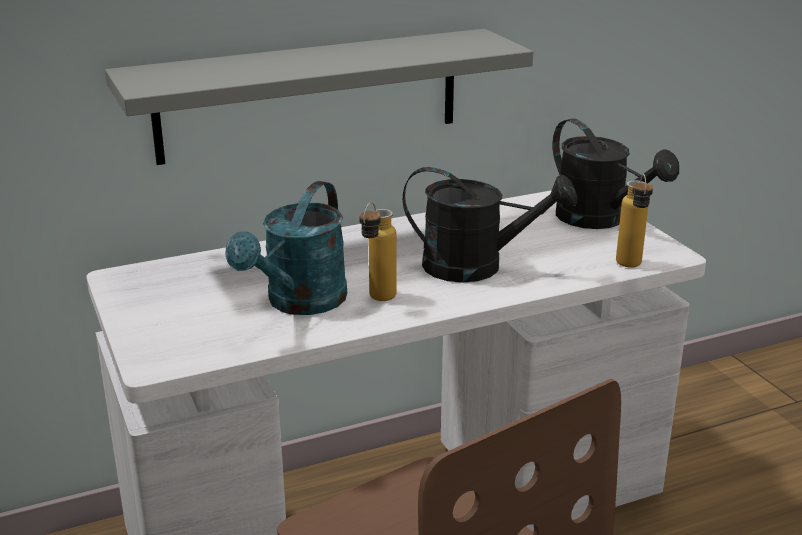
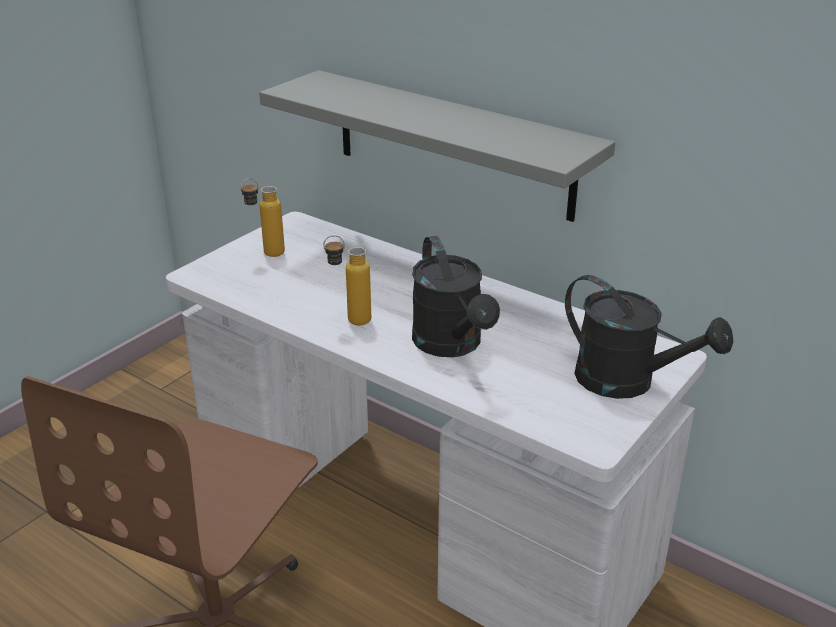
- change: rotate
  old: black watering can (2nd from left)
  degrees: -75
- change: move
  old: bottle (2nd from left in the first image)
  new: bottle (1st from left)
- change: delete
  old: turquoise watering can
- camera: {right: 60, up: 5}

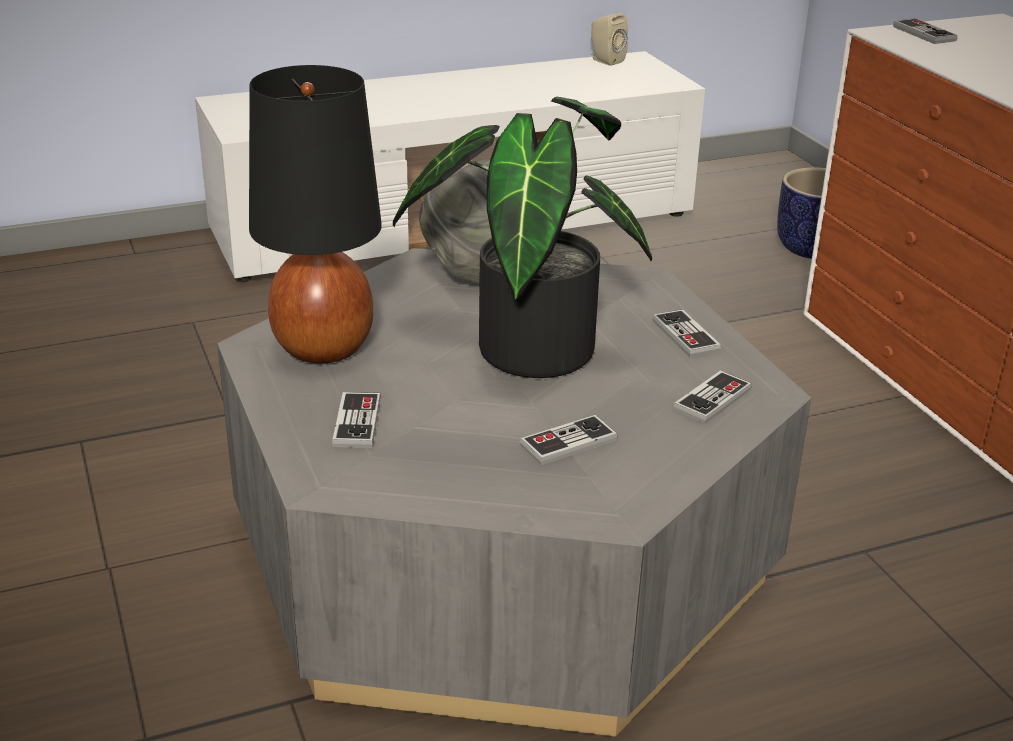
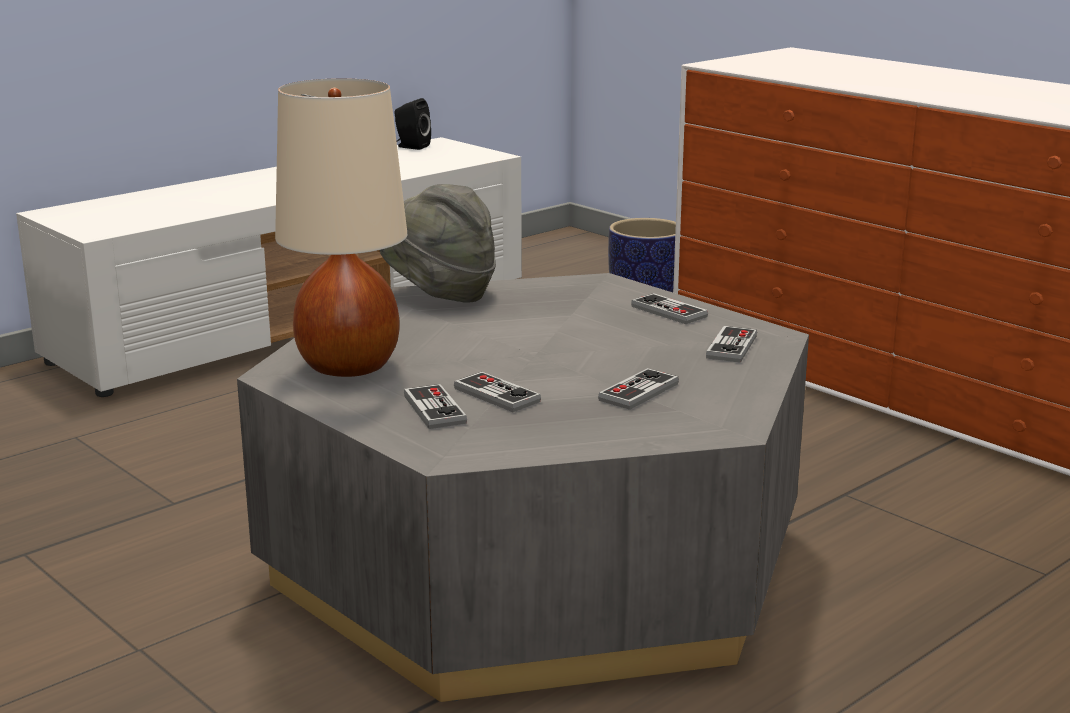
- change: recolor
  old: beige speaker
  new: black speaker
- change: move
  old: game controller (5th from left in the first image)
  new: game controller (2nd from left)
- change: recolor
  old: black table lamp
  new: beige table lamp
- change: delete
  old: potted plant
- camera: {right: -20, up: -10}

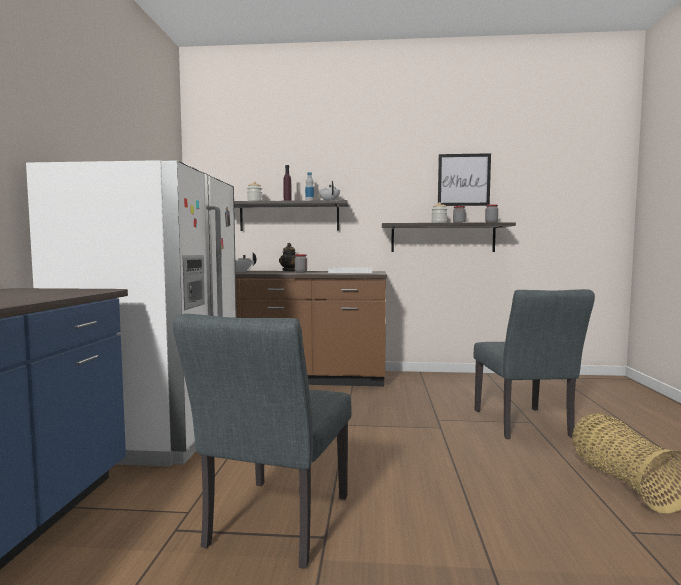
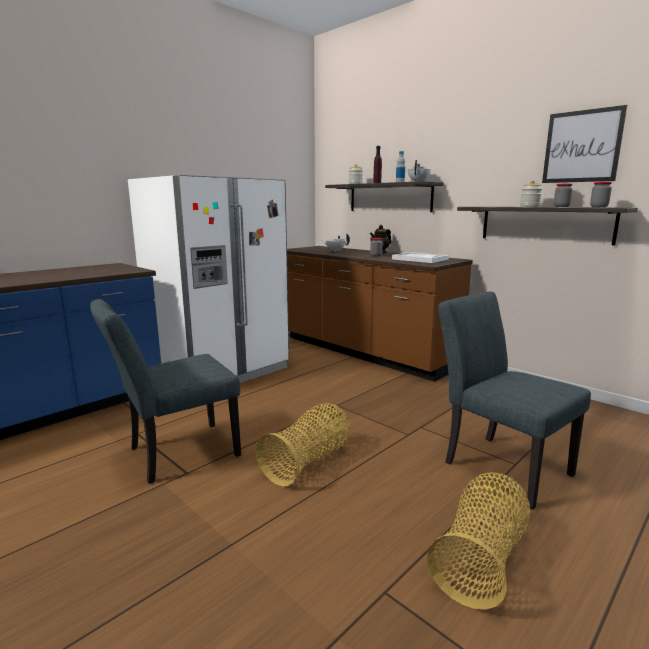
- change: rotate
  old: grey chair (2nd from left)
  degrees: 105
- change: insert
  new: basket (1st from left)
- camera: {right: 40, up: 10}

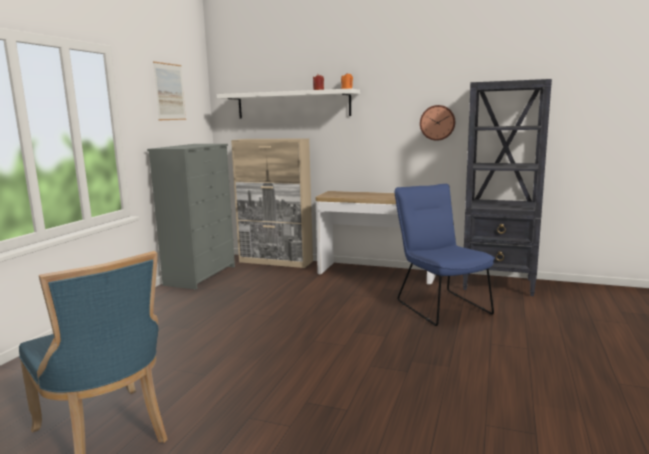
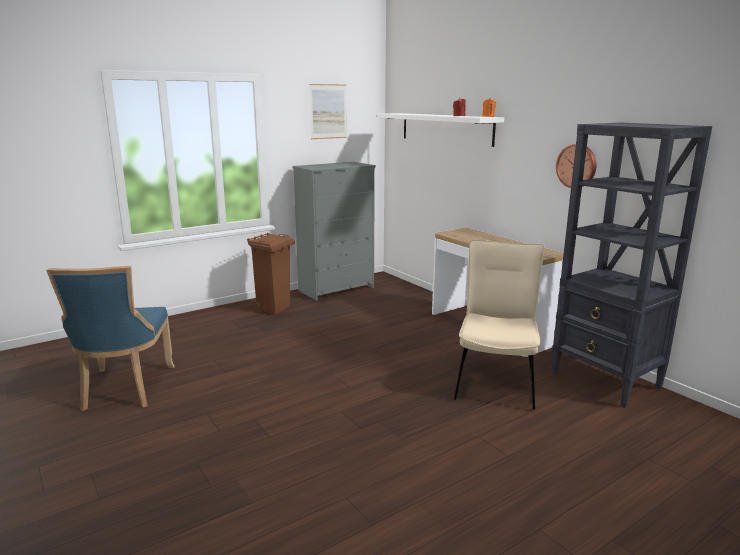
- change: delete
  old: beige cabinet
- change: recolor
  old: blue chair (2nd from left)
  new: beige chair
- change: insert
  new: brown trash can
- camera: {right: 35, up: 5}

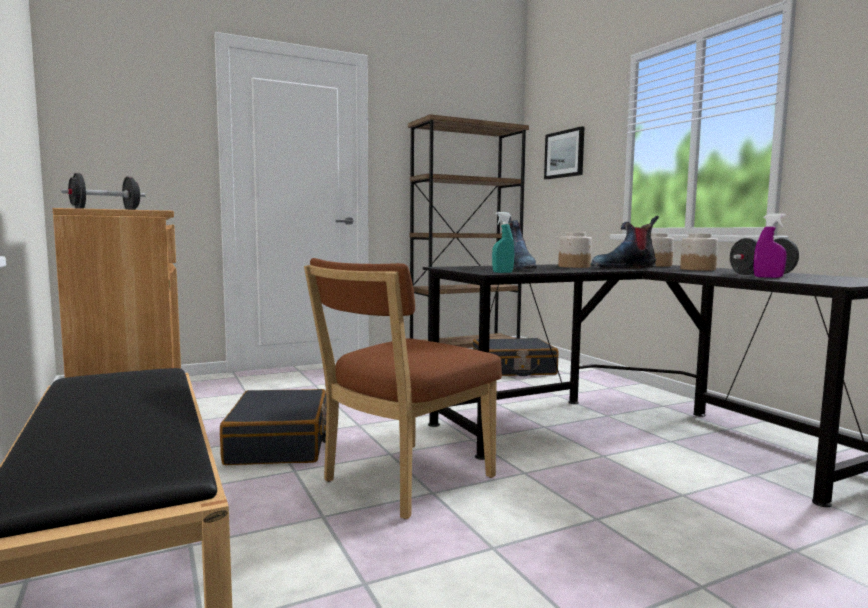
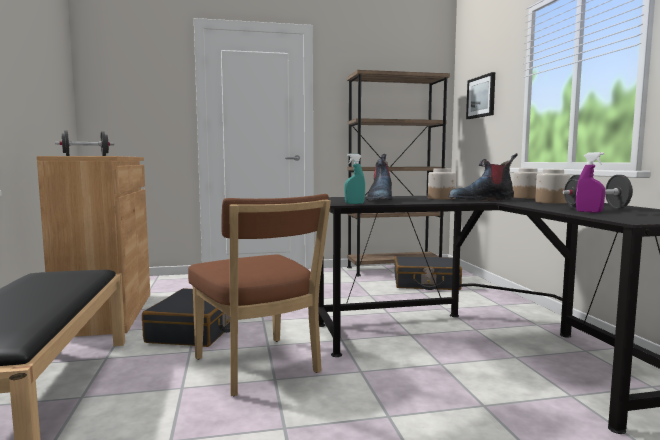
- change: rotate
  old: brown chair
  degrees: -90
- camera: {right: 15, up: 0}

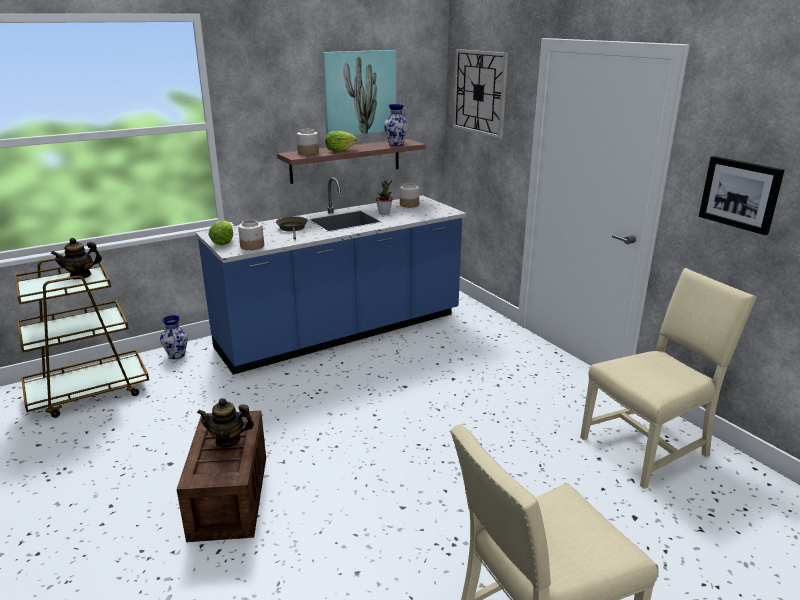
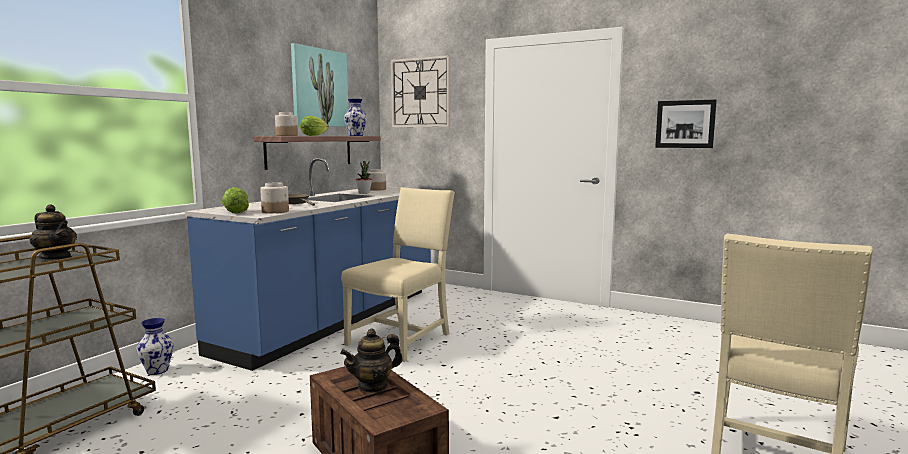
- change: rotate
  old: teapot (1st from left)
  degrees: -90
- change: move
  old: beige chair (2nd from left in the first image)
  new: beige chair (1st from left)
- camera: {right: -30, up: -15}

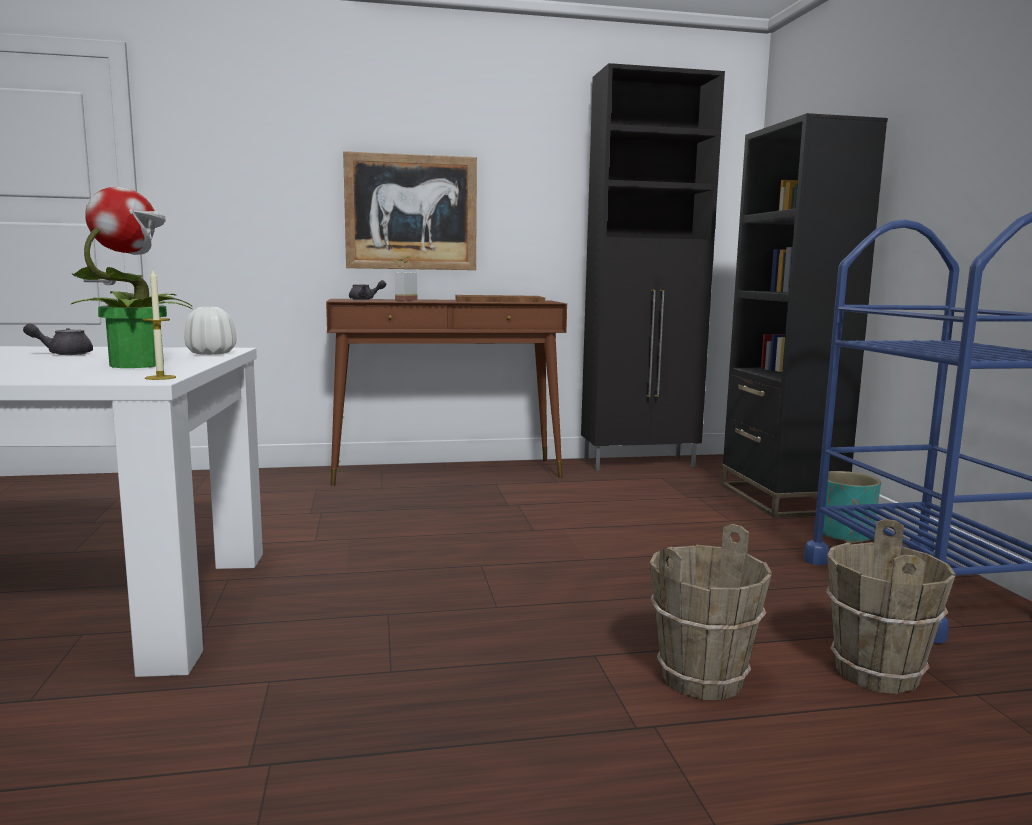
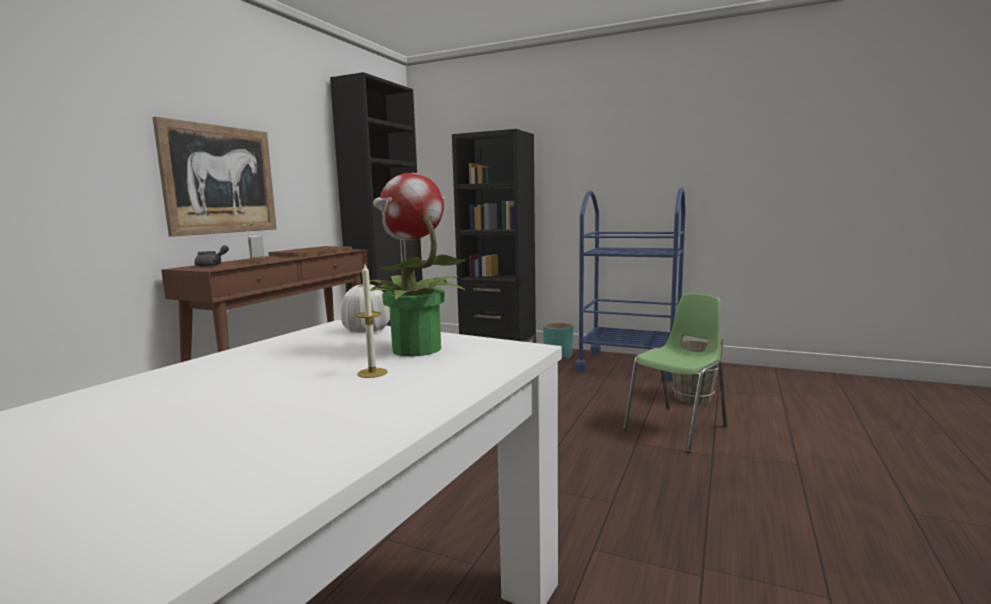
- change: move
  old: candle
- change: delete
  old: grey teapot (1st from left)
- change: replace
  old: brown bucket (1st from left)
  new: green chair
- camera: {right: -55, up: 0}

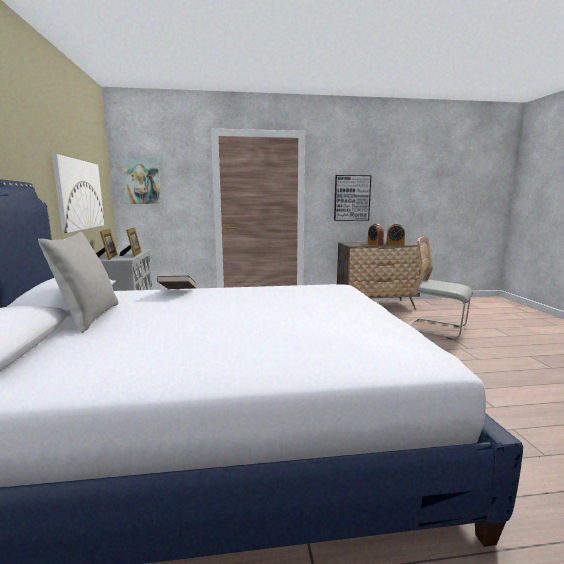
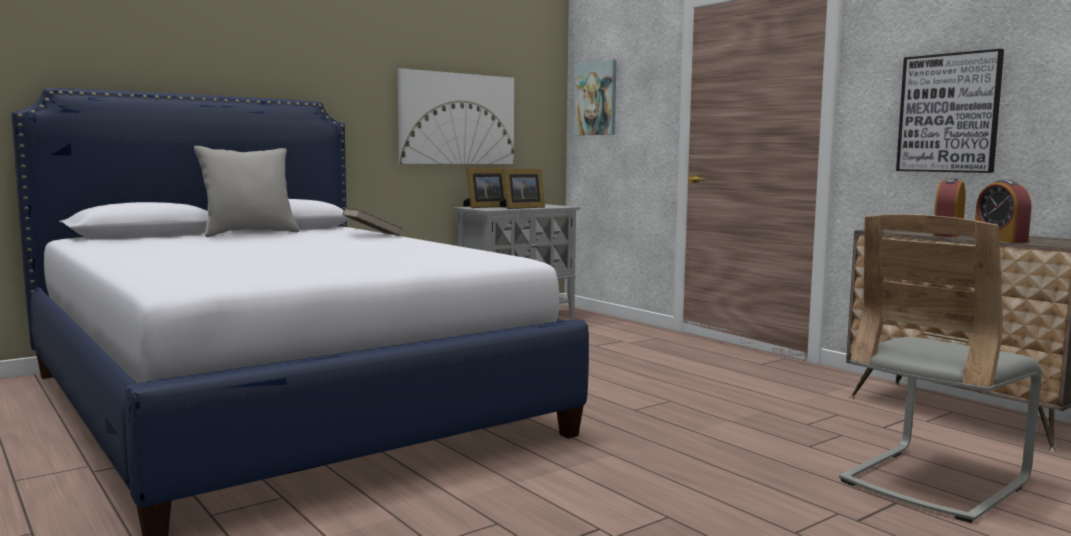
- change: rotate
  old: grey chair
  degrees: -135
- camera: {right: 60, up: -5}

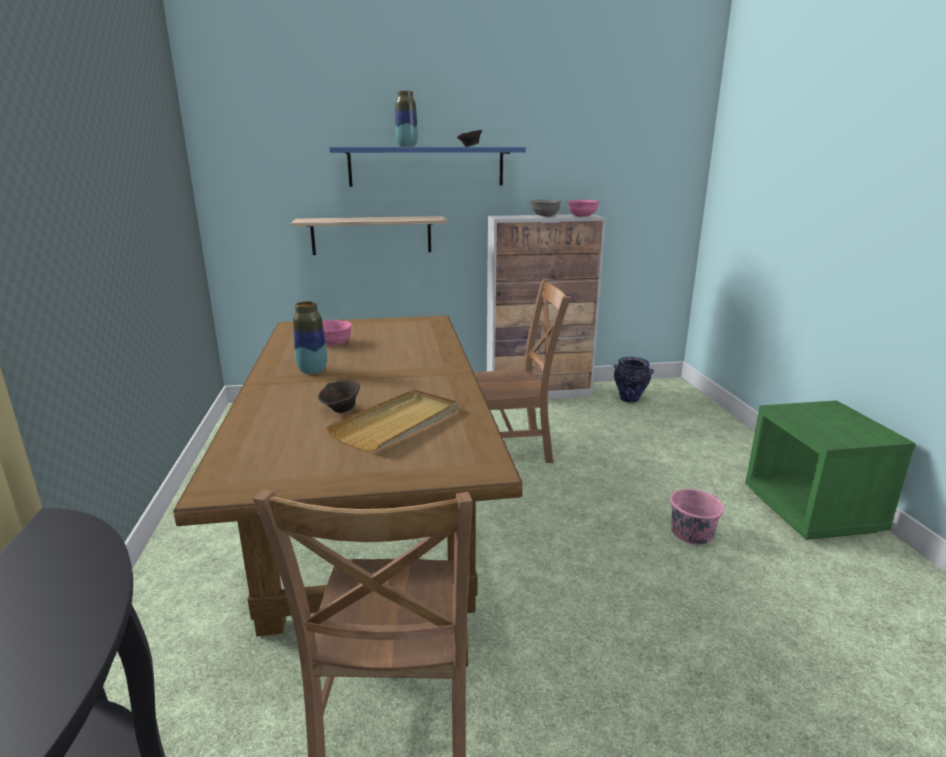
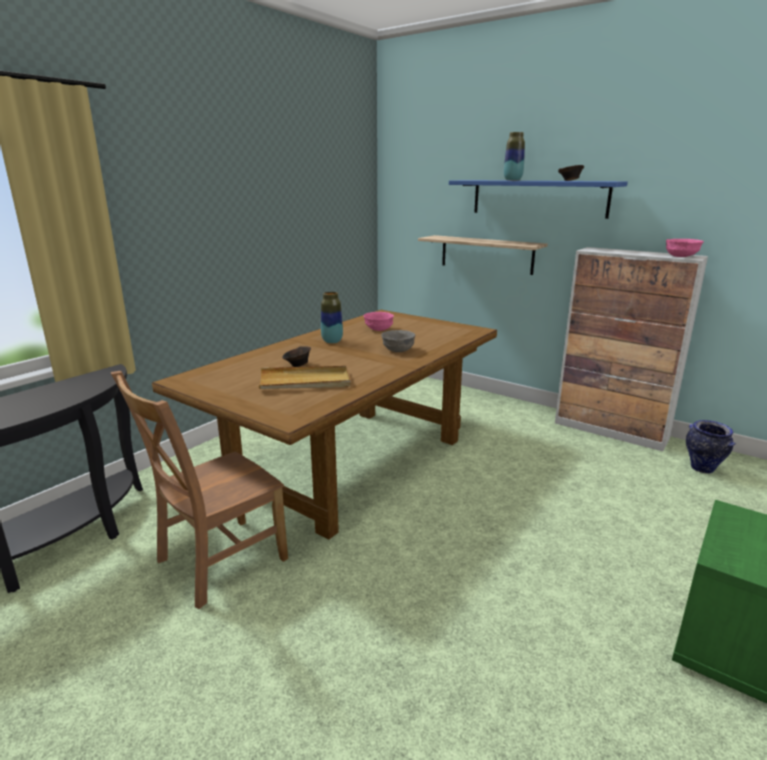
- change: move
  old: grey bowl
- change: delete
  old: brown chair (2nd from left)
- change: delete
  old: pink bucket
- camera: {right: 45, up: 0}

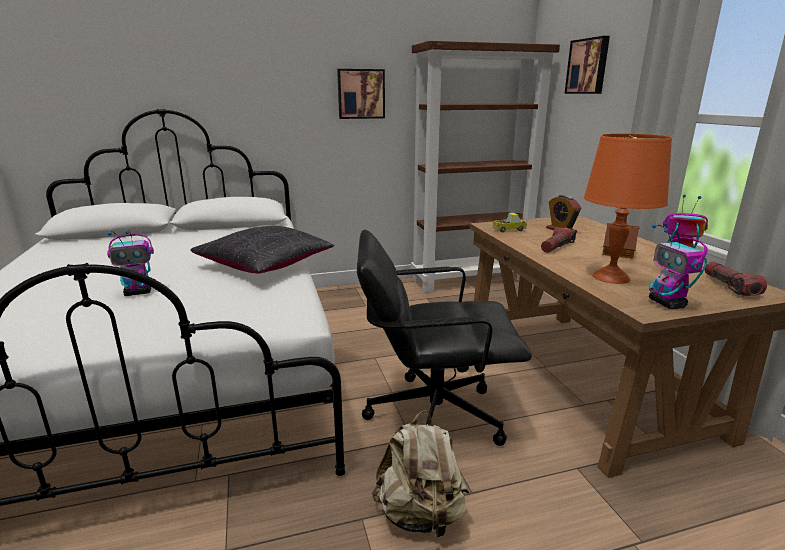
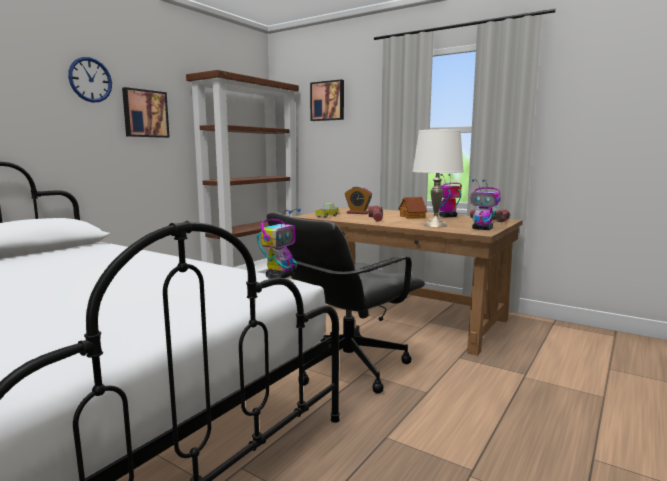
- change: recolor
  old: orange table lamp
  new: white table lamp
- change: delete
  old: black pillow
- change: move
  old: toy robot (1st from left)
- change: delete
  old: beige backpack
- change: insert
  new: wall clock
- camera: {right: -40, up: -10}

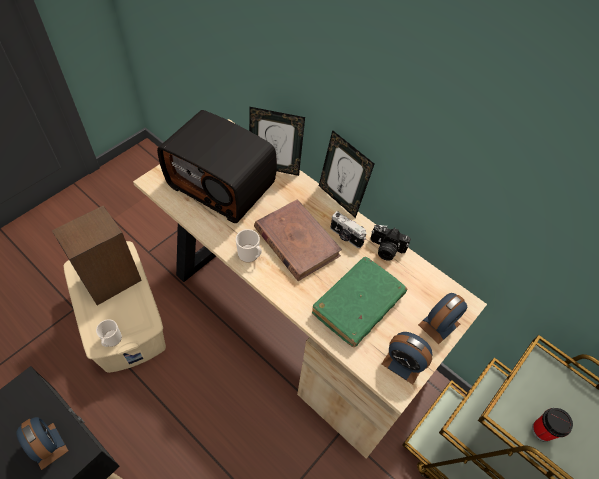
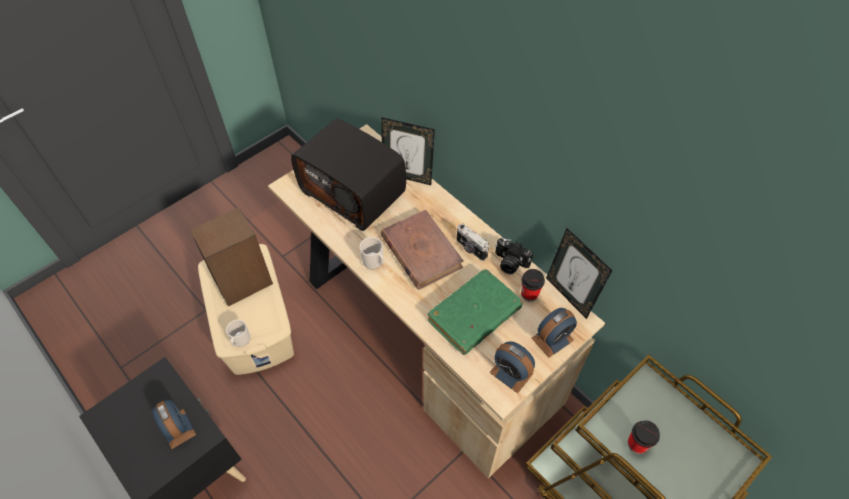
- change: move
  old: picture frame (2nd from left)
- change: insert
  new: cup (1st from left)
- camera: {right: 10, up: 0}

